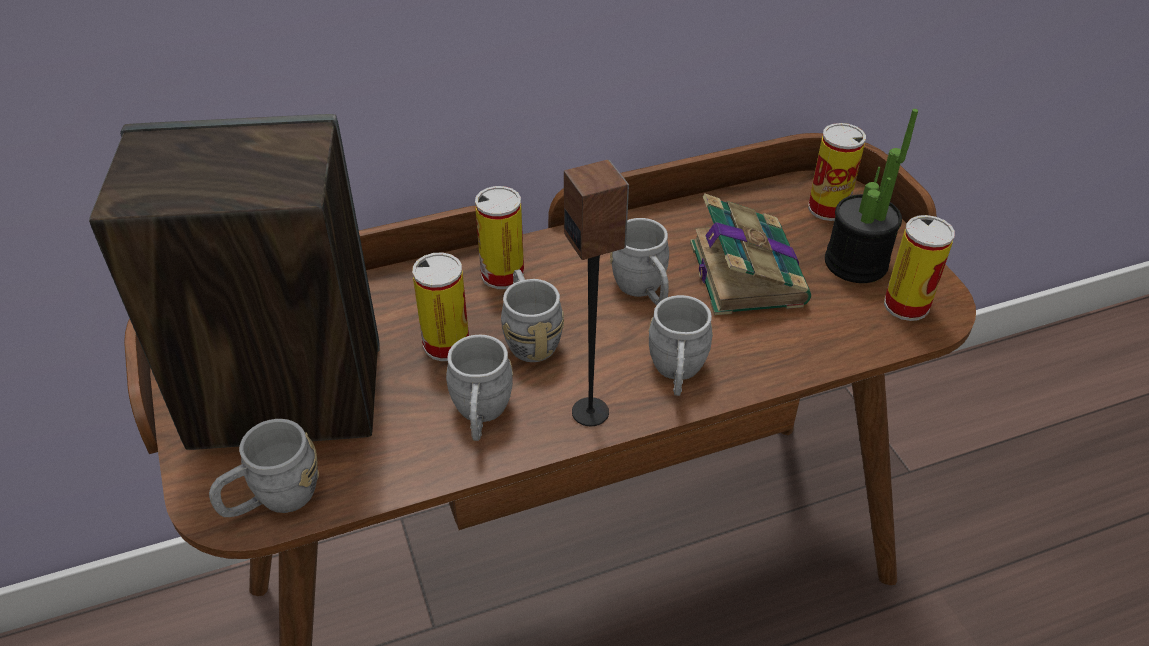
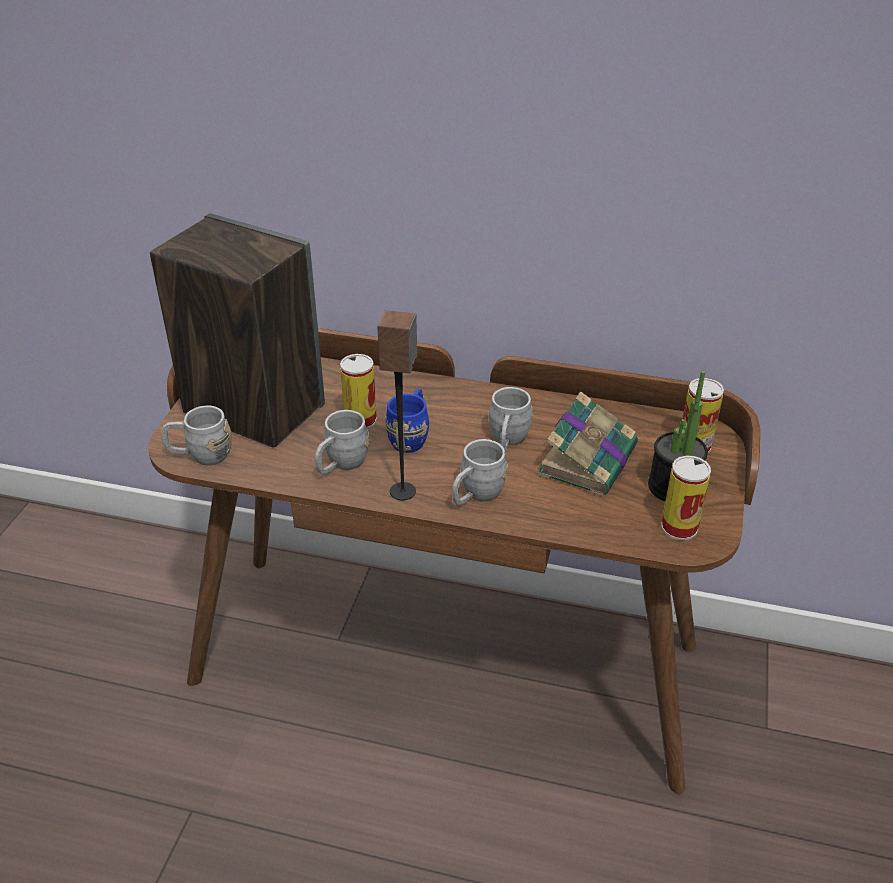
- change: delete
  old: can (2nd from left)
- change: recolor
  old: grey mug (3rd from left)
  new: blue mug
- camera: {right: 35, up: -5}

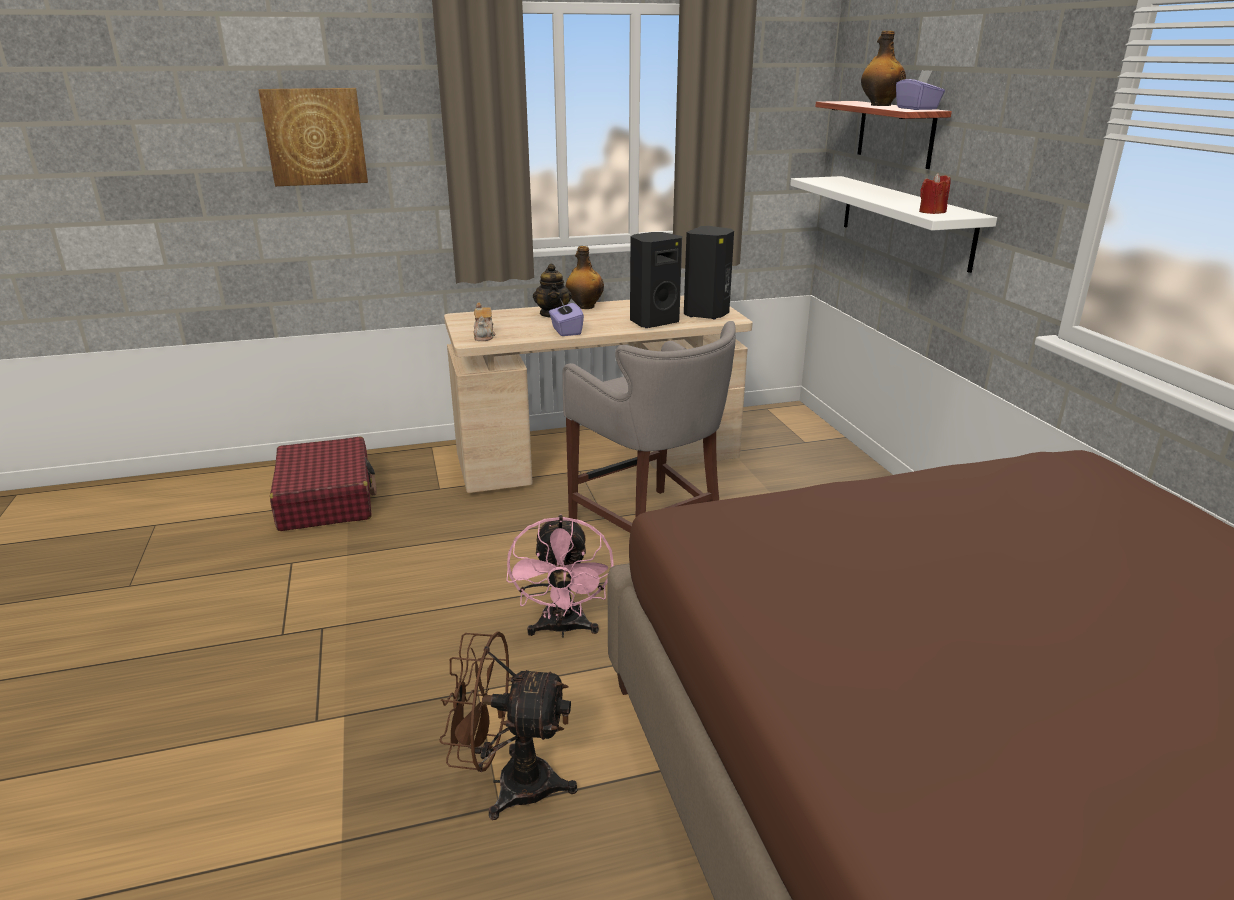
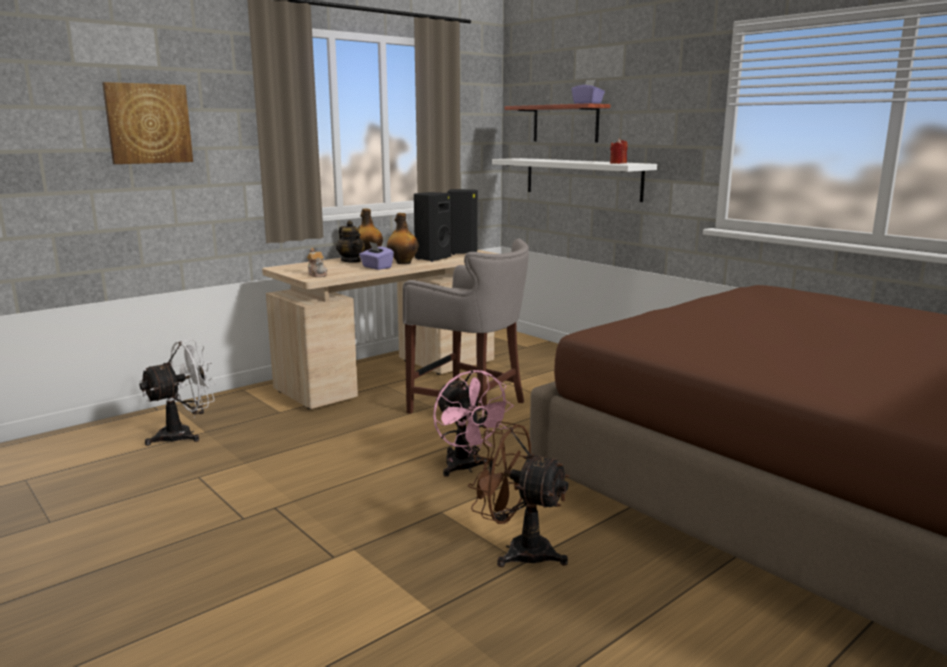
- change: move
  old: bottle (2nd from left)
- change: replace
  old: red suitcase
  new: white fan
- change: rotate
  old: brown fan
  degrees: 45
- camera: {right: -25, up: -10}

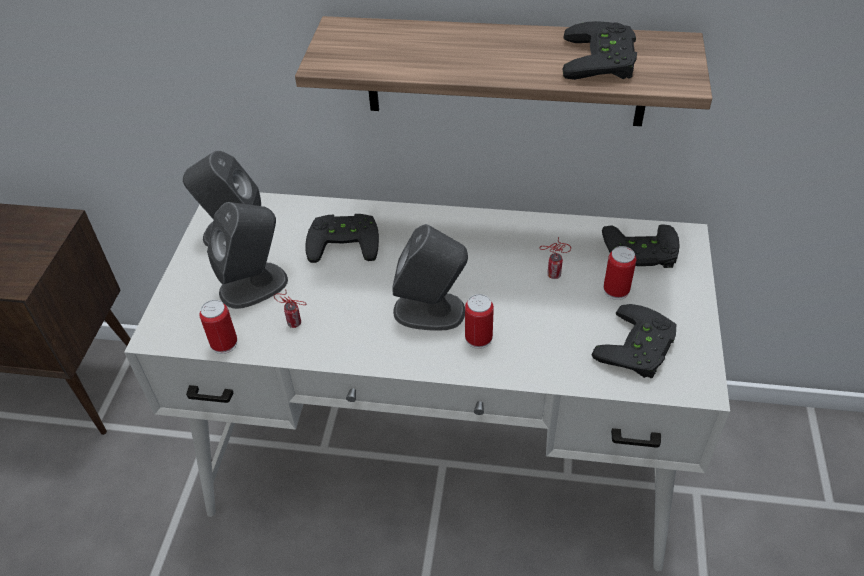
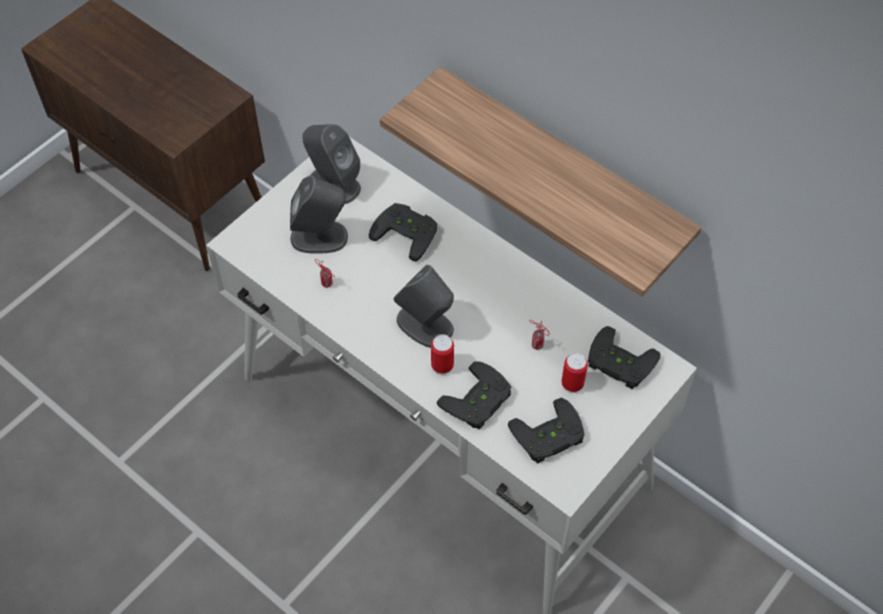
- change: move
  old: black game controller (2nd from left)
- change: delete
  old: can (1st from left)
- camera: {right: 30, up: 10}

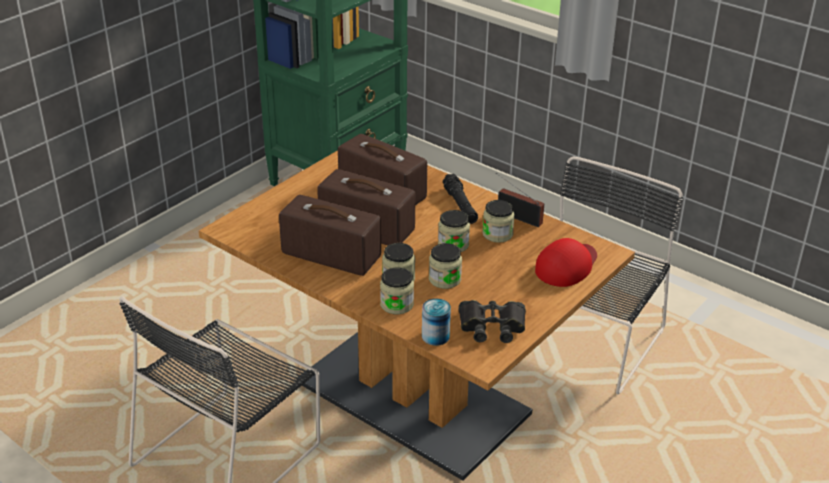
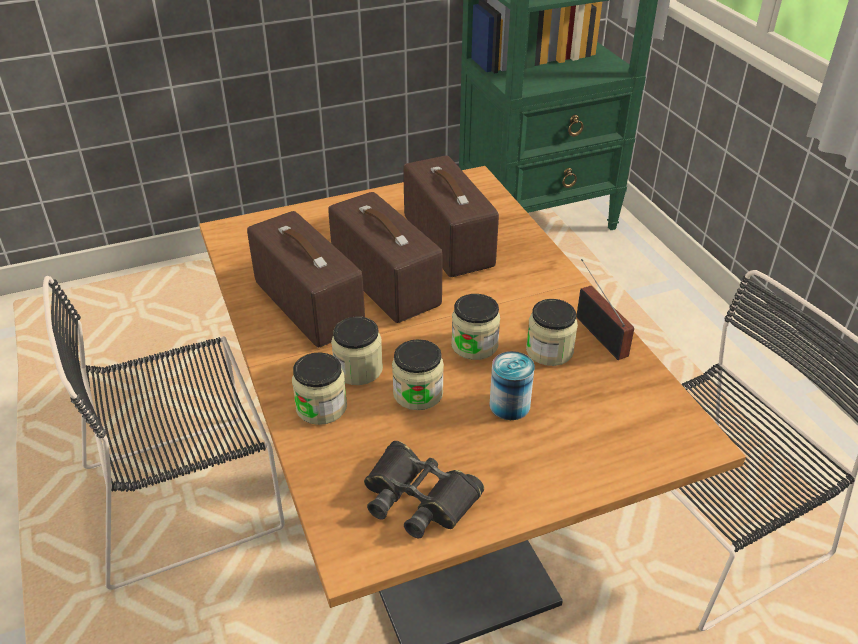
- change: delete
  old: black flashlight
- change: delete
  old: red cap
- change: move
  old: can
- camera: {right: 30, up: 5}

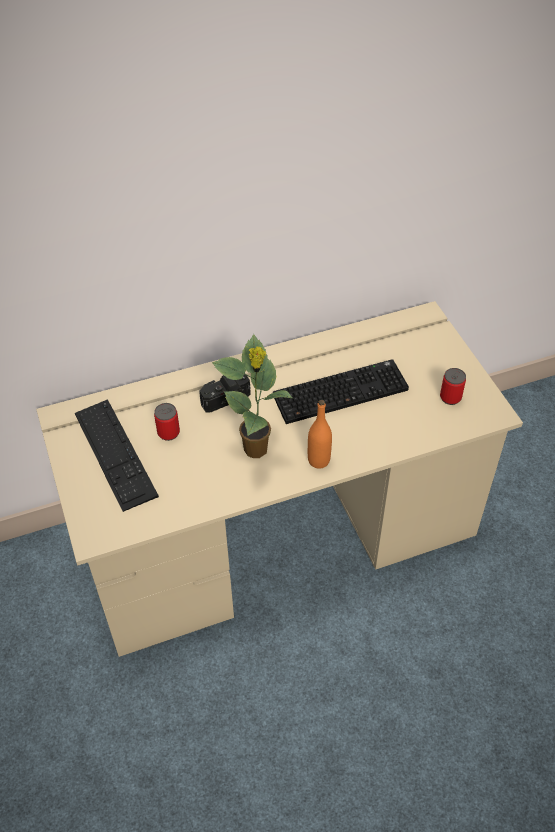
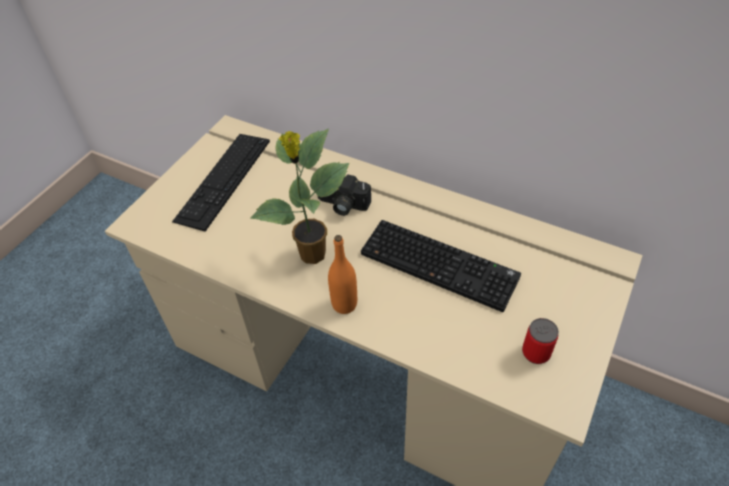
- change: delete
  old: can (1st from left)
- camera: {right: 50, up: 0}

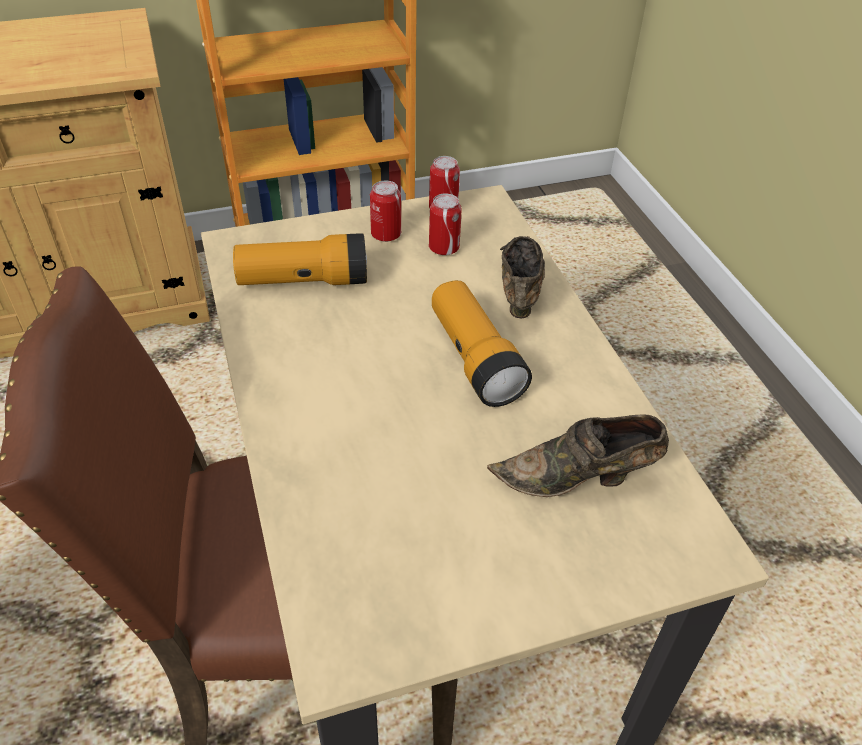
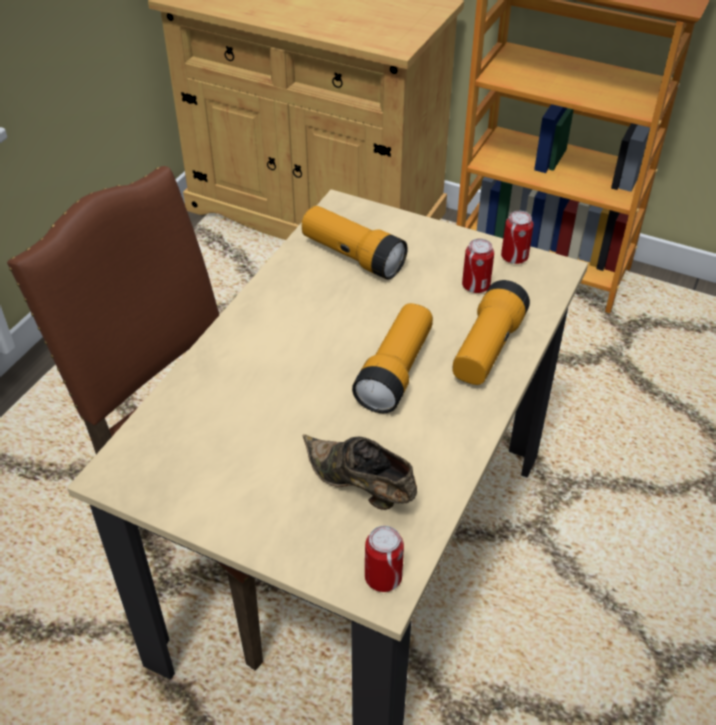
- change: move
  old: can (1st from left)
- change: replace
  old: brown shoe (1st from left)
  new: flashlight (3rd from left)
- camera: {right: 45, up: 0}

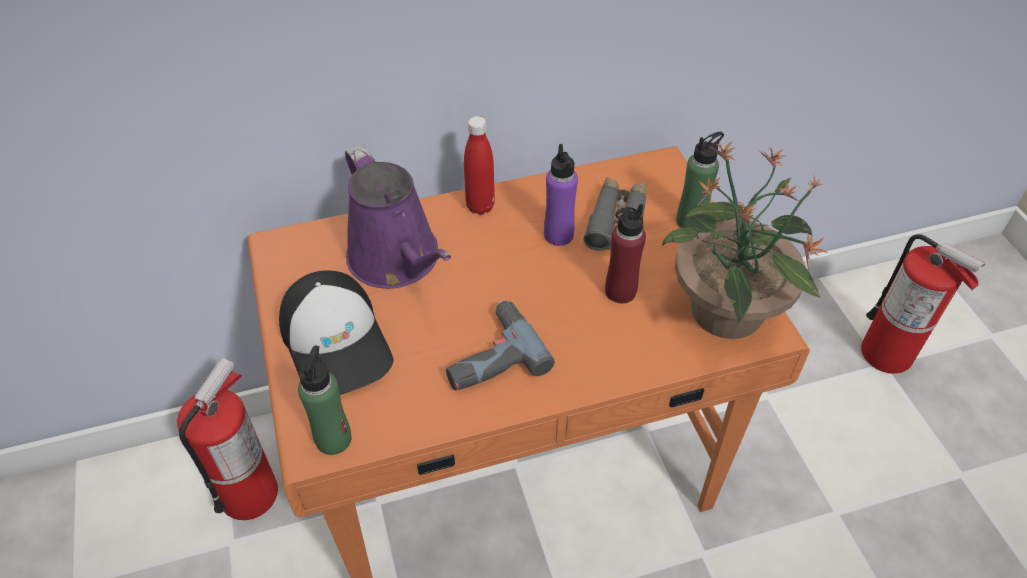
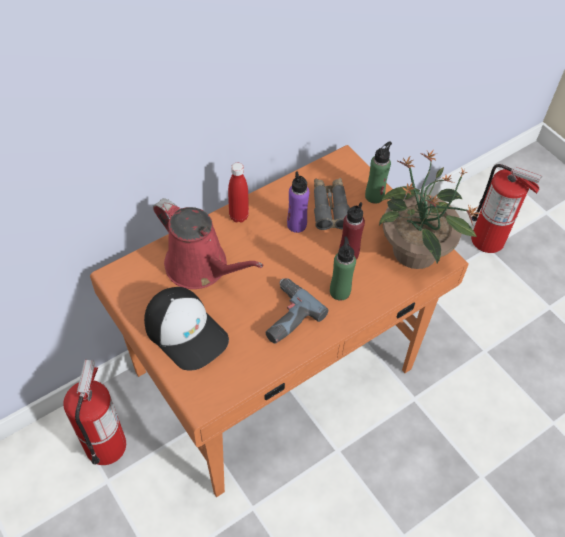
- change: recolor
  old: purple watering can
  new: red watering can
- change: move
  old: green bottle (1st from left)
- camera: {right: -20, up: 5}

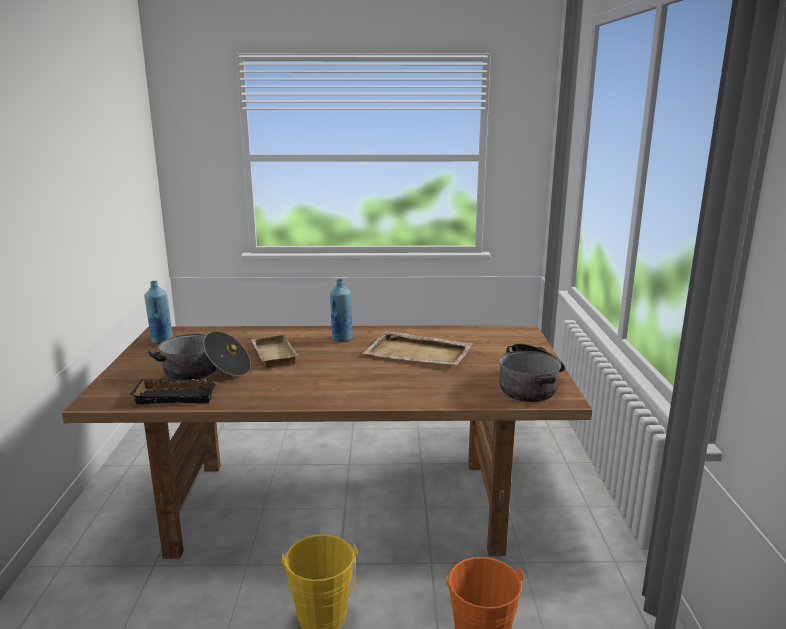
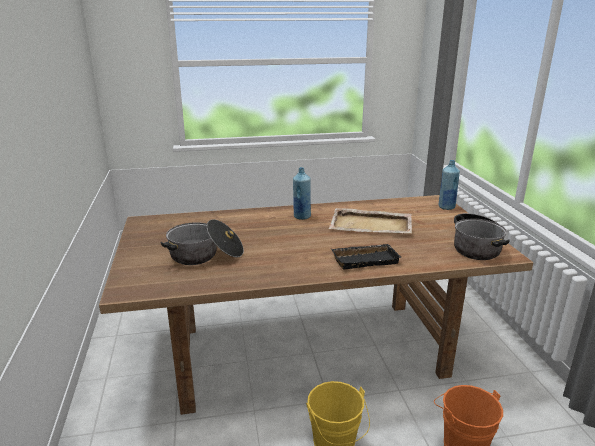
- change: move
  old: blue bottle (1st from left in the first image)
  new: blue bottle (2nd from left)
- change: delete
  old: beige tray (1st from left)
- change: move
  old: black tray
- camera: {right: -10, up: 5}

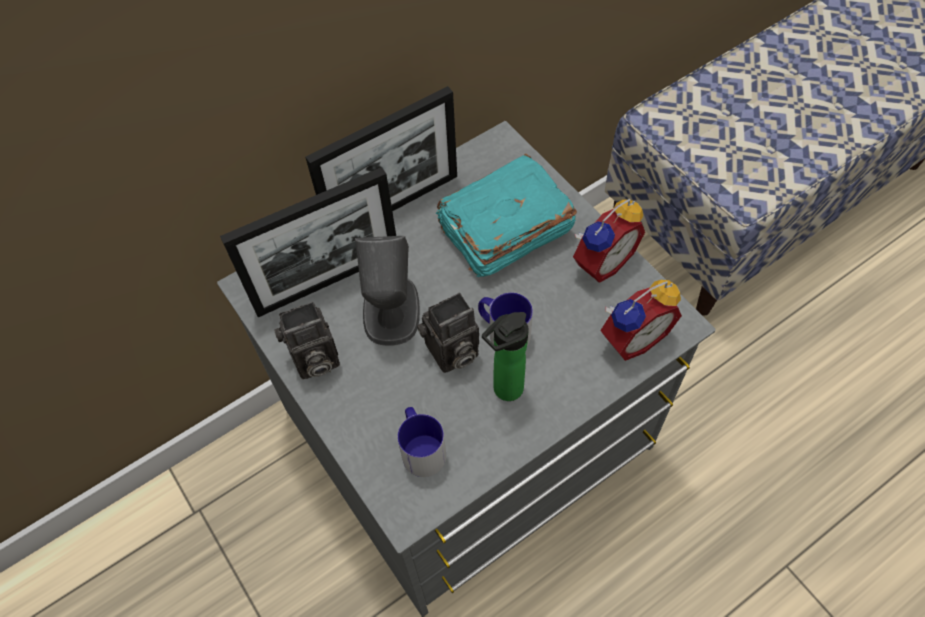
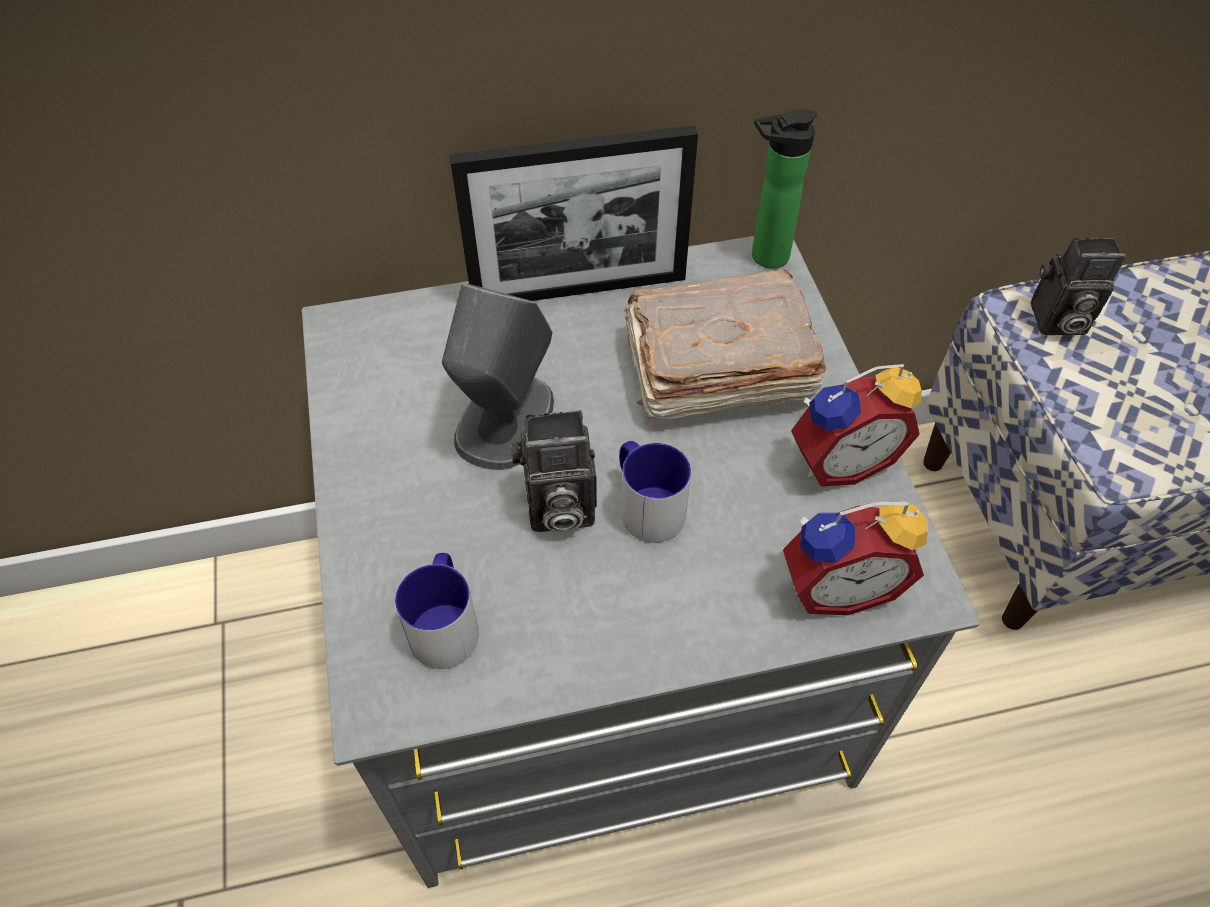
- change: recolor
  old: turquoise book
  new: brown book
- change: delete
  old: picture frame (1st from left)
- change: move
  old: photo camera (1st from left in the first image)
  new: photo camera (2nd from left)
- change: move
  old: bottle
- camera: {right: 20, up: -5}

